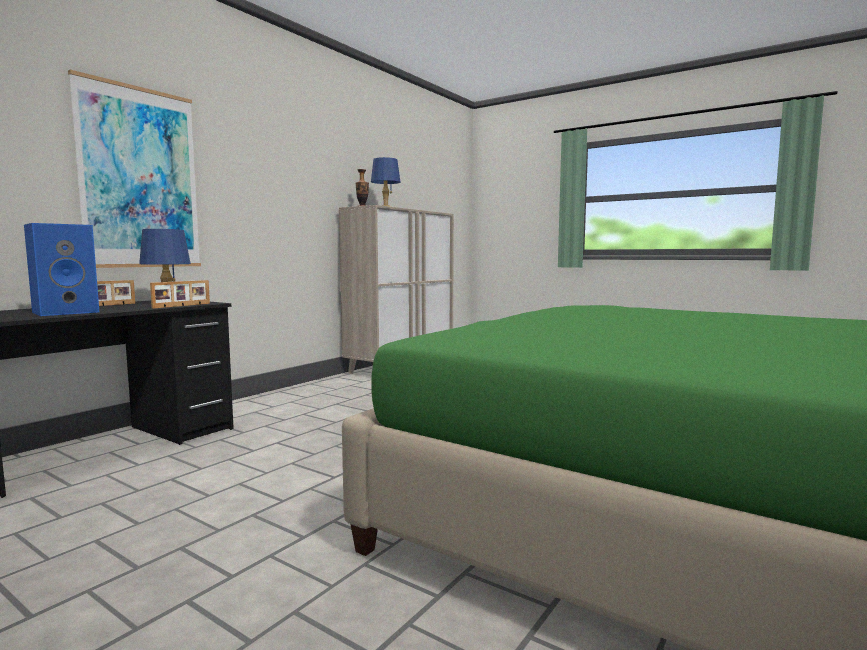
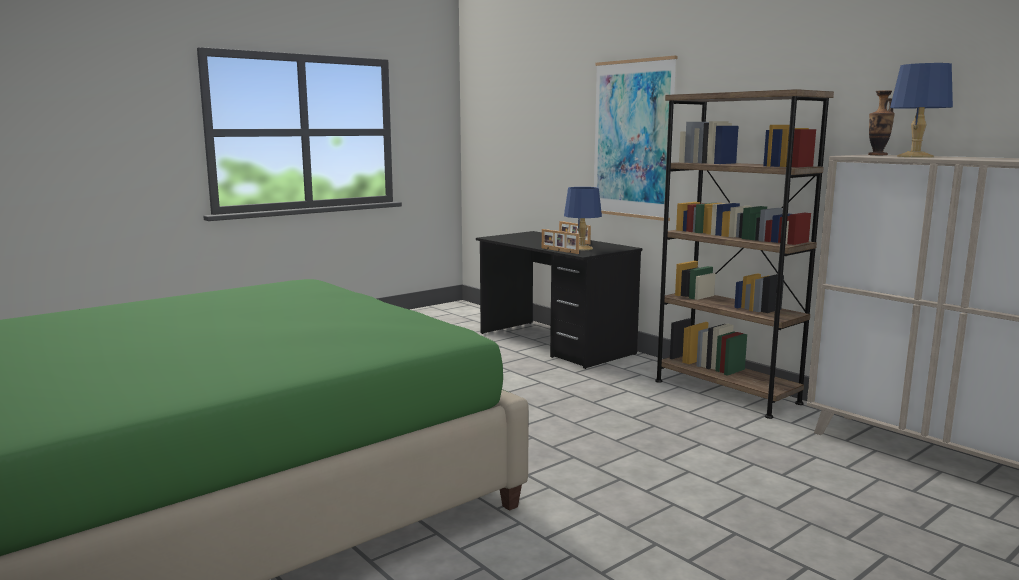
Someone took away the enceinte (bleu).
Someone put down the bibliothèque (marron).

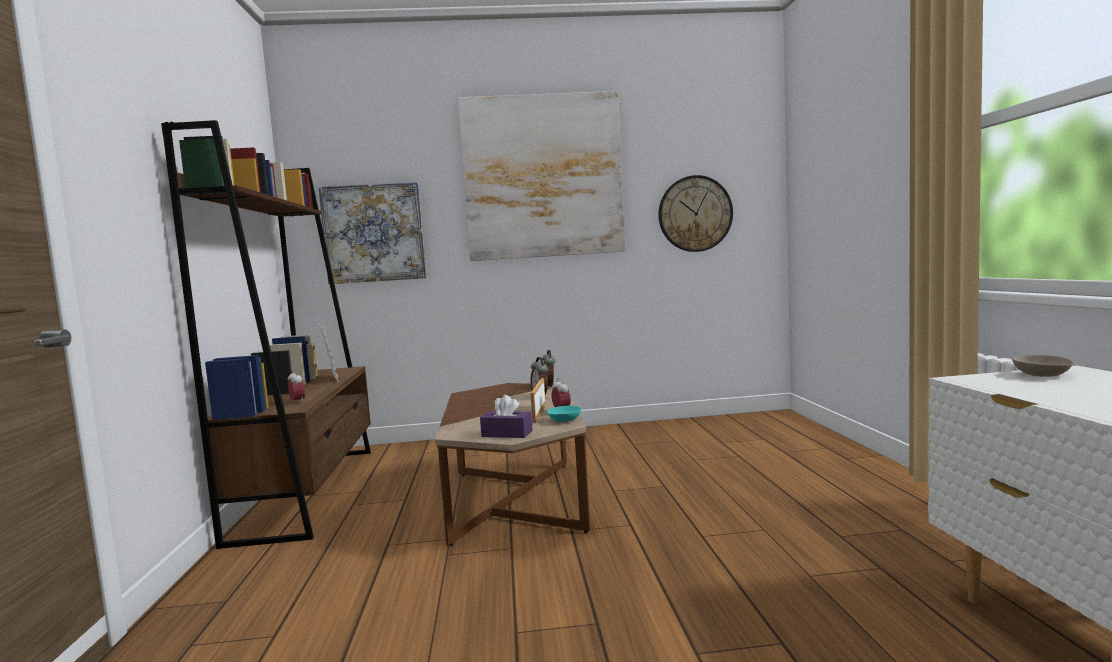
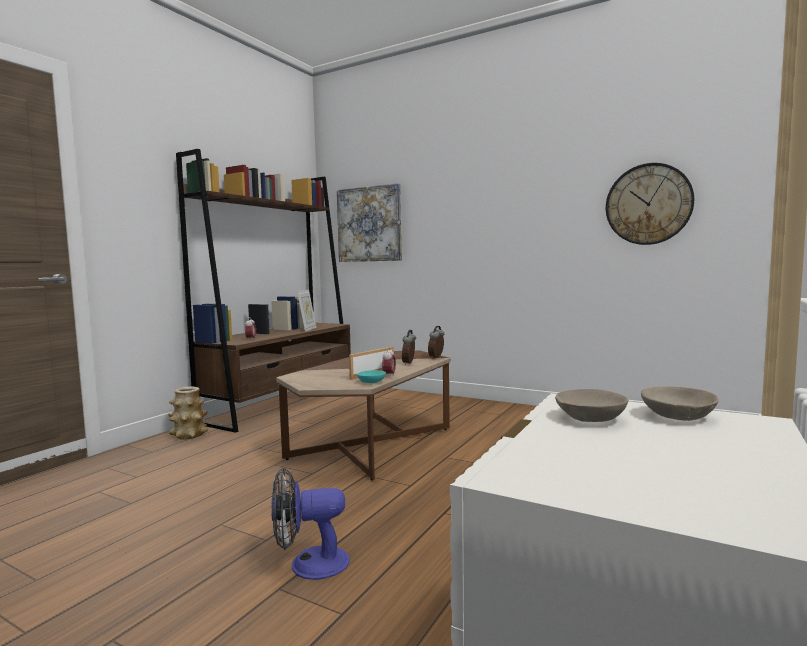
Someone took away the tableau (2nd from left).
Someone took away the boîte à mouchoirs (violet).
Someone put down the vase.
Someone put down the ventilateur.
Someone put down the bol (beige) (1st from left).

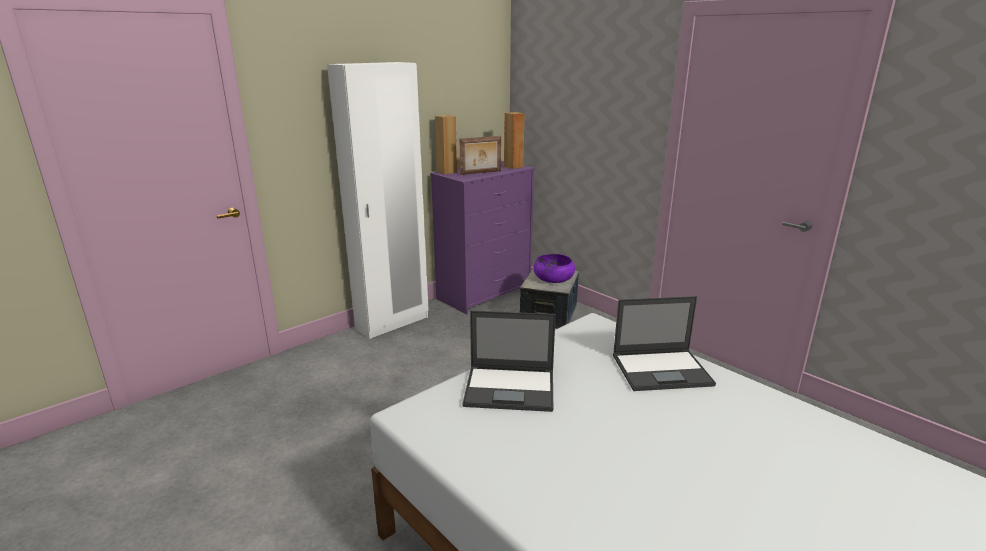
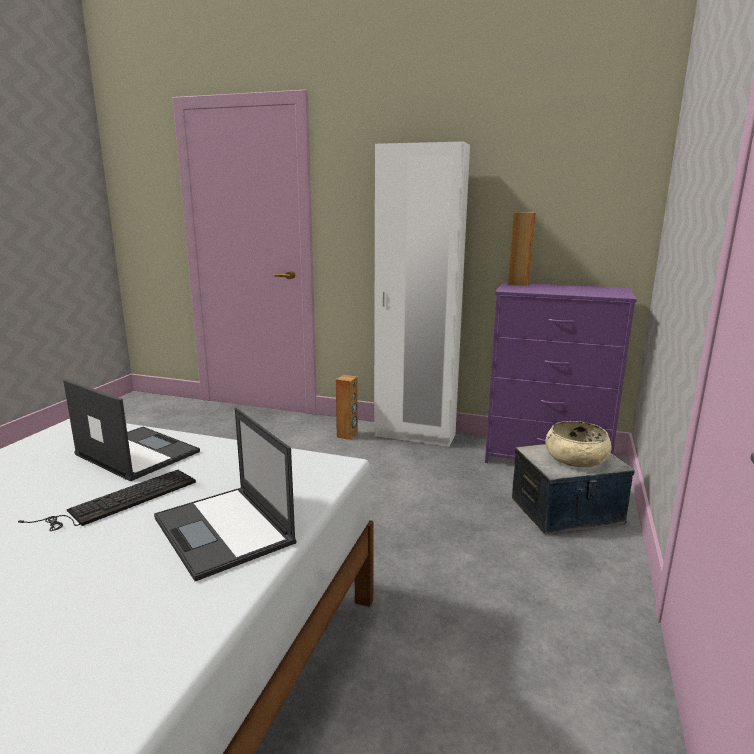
Someone took away the cadre photo.
Someone rotated the ordinateur portable (1st from left) by 150 degrees clockwise.
Someone carried the enceinte (marron) (2nd from left in the first image).
Someone repainted the bol (violet), which became the bol (beige).
Someone put down the clavier.

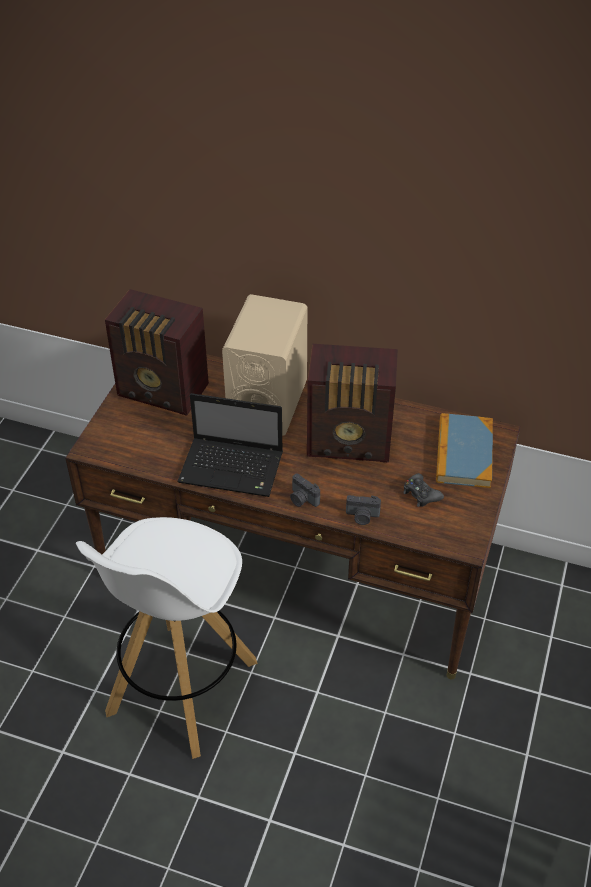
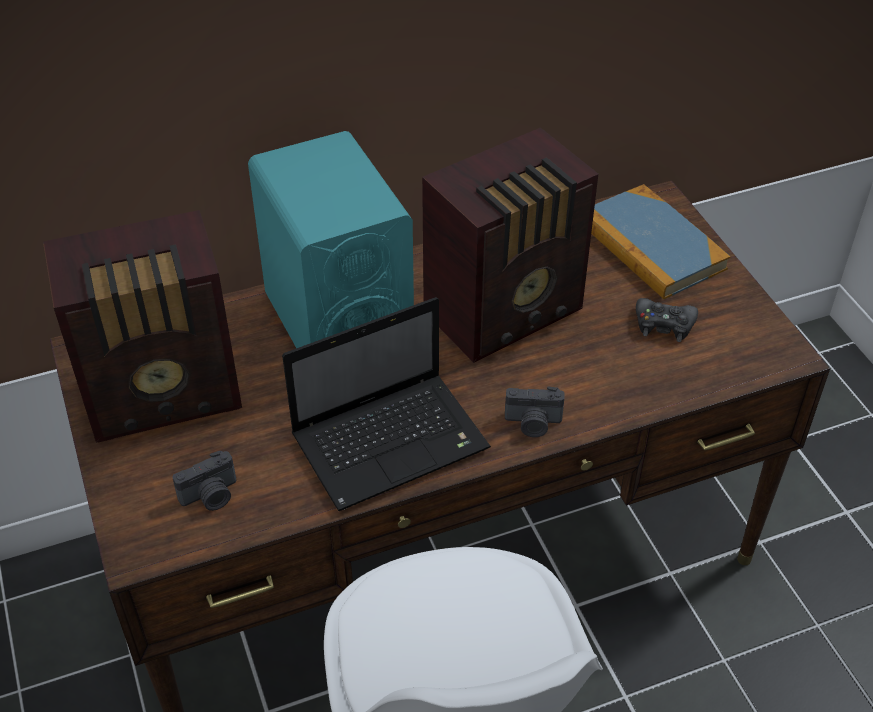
Someone repainted the enceinte (beige), which became the enceinte (turquoise).
Someone carried the appareil photo (2nd from left in the first image).

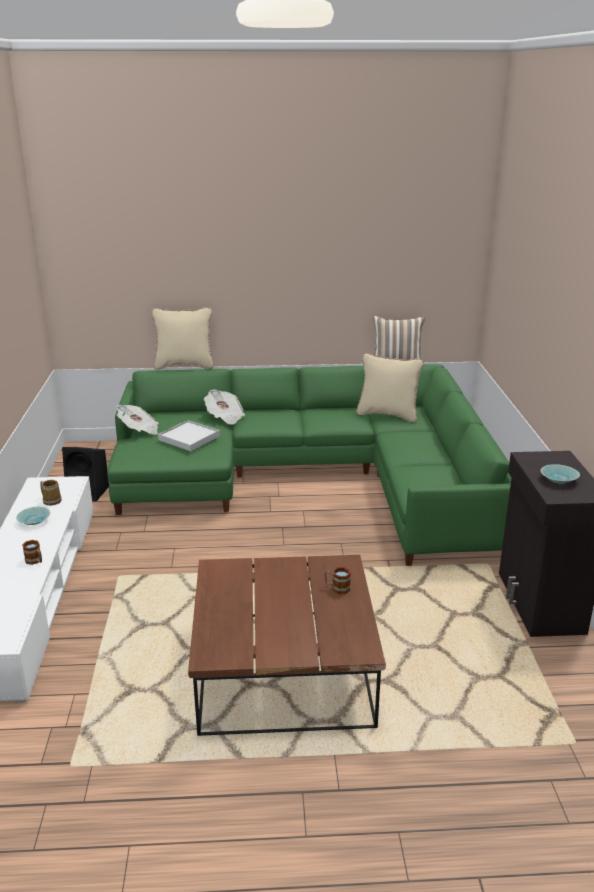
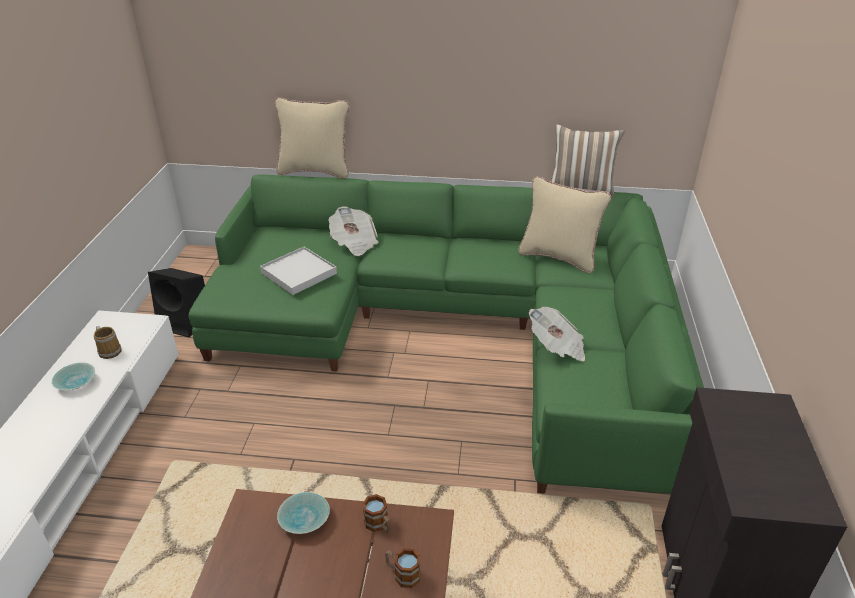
Someone carried the mug (1st from left in the first image).
Someone carried the journal (1st from left in the first image).
Someone carried the bol (turquoise) (2nd from left).

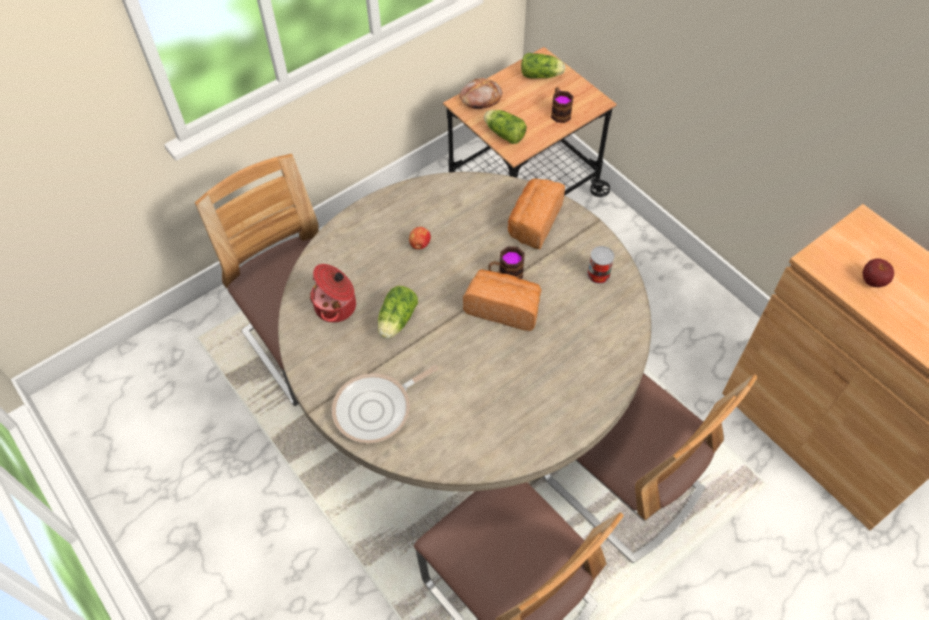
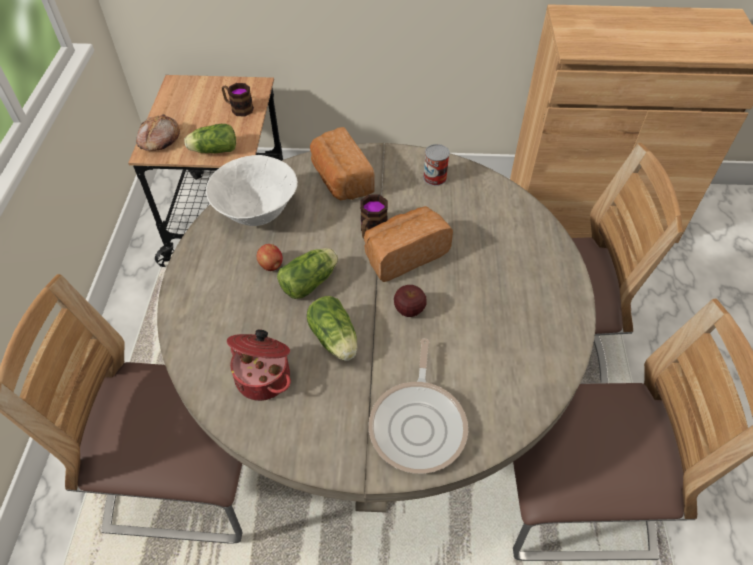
Someone carried the laitue (3rd from left in the first image).
Someone carried the pomme (2nd from left).
Someone put down the bol (blanc).

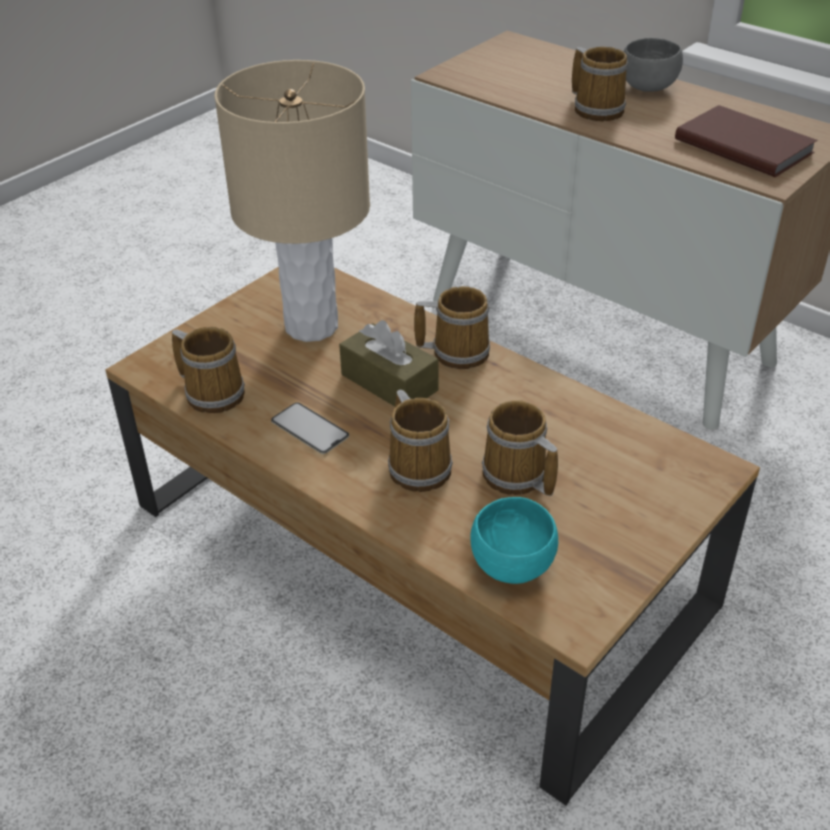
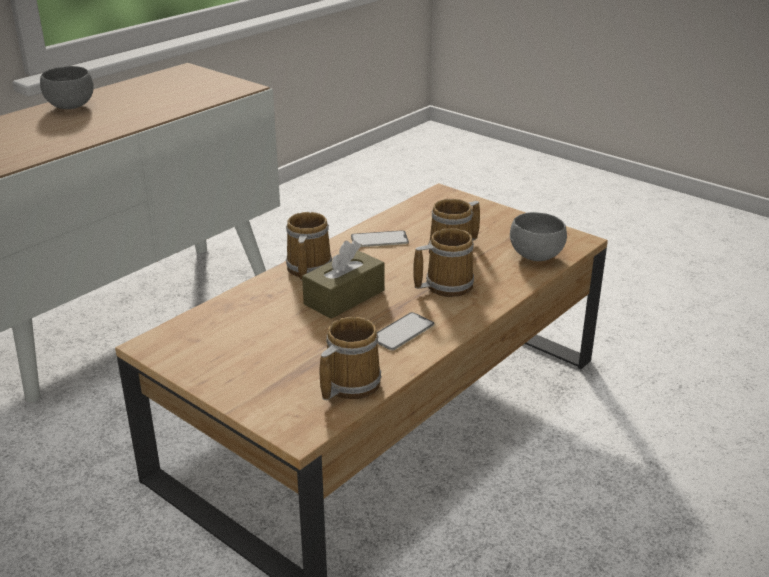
Someone took away the lampe de table (beige).
Someone repainted the bol (turquoise), which became the bol (gris) (2nd from left).
Someone took away the mug (5th from left).
Someone took away the livre (marron).
Someone put down the téléphone (1st from left).

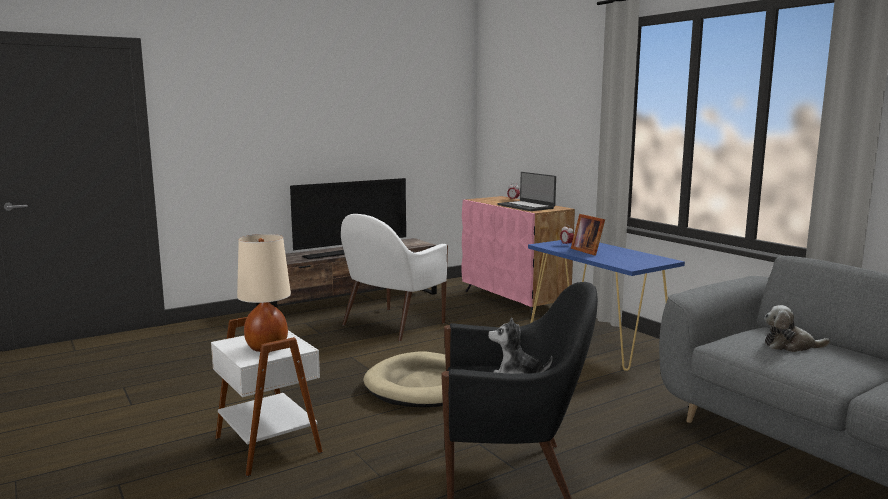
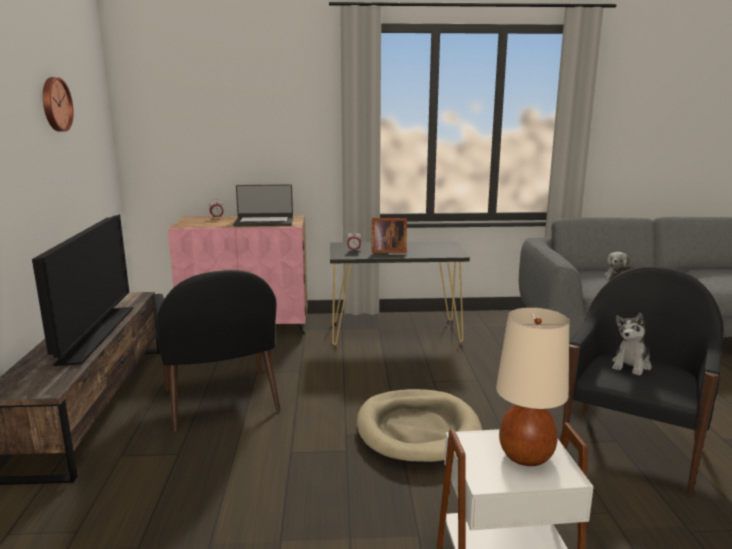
Someone repainted the fauteuil (blanc), which became the fauteuil (noir) (1st from left).
Someone repainted the table console (bleu), which became the table console (noir).
Someone put up the horloge murale.

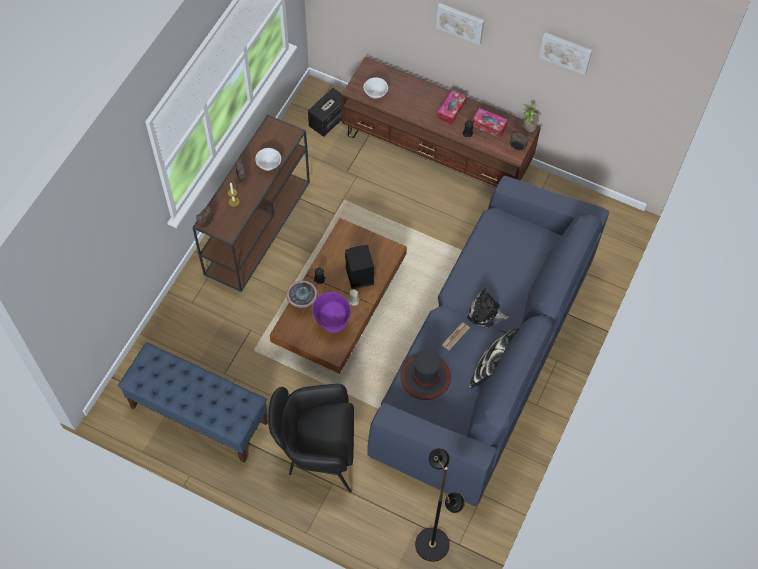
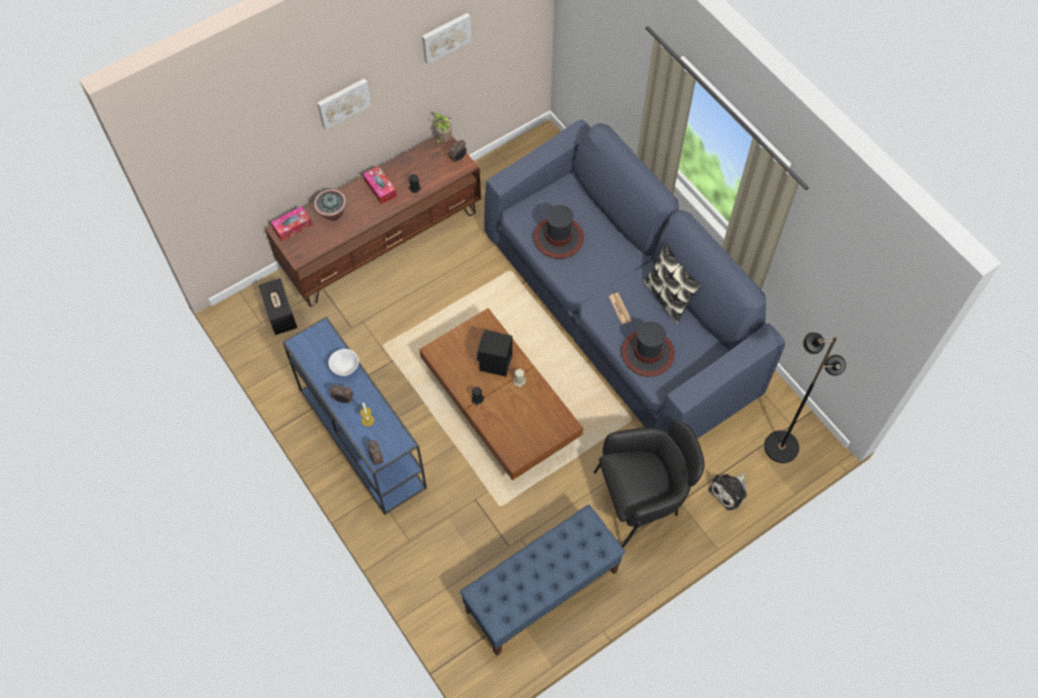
Someone repainted the table console (marron), which became the table console (bleu).
Someone rotated the fauteuil (noir) by 135 degrees counterclockwise.
Someone carried the plante en pot (1st from left).
Someone took away the bol (violet).
Someone took away the bol (blanc) (2nd from left).
Someone carried the peluche.
Someone carried the boîte à mouchoirs (2nd from left in the first image).
Someone put down the chapeau (1st from left).

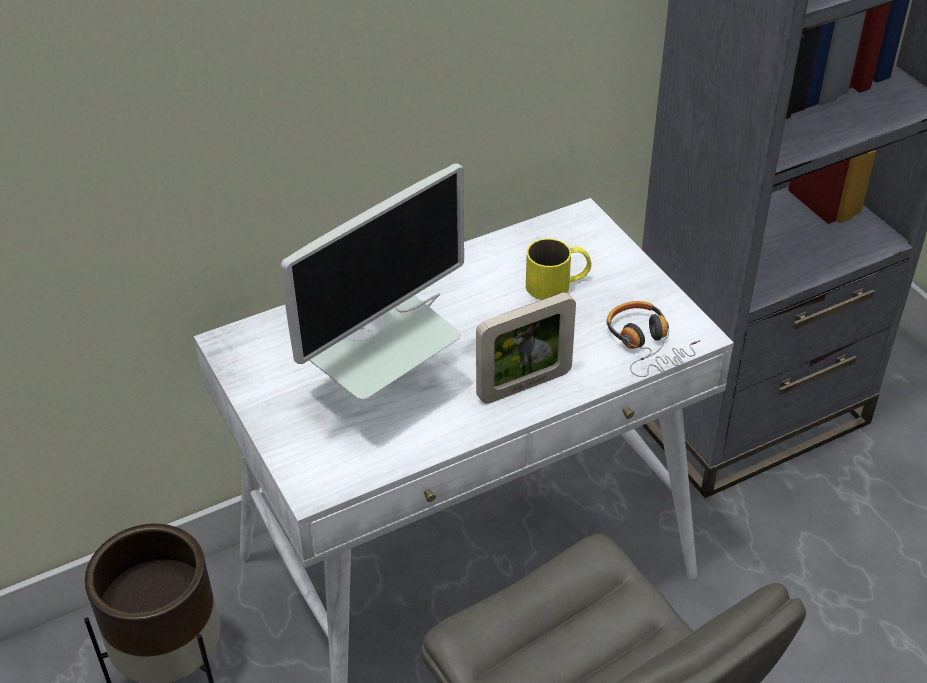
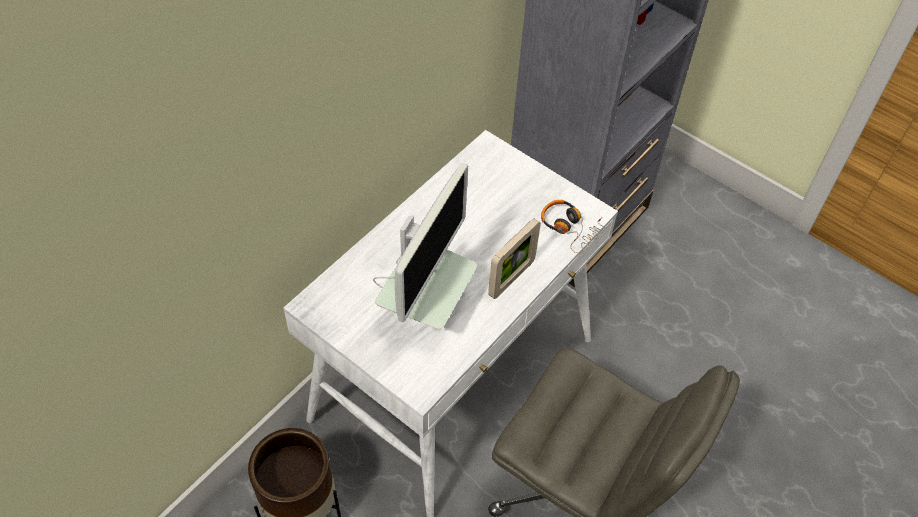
Someone took away the mug (jaune).

